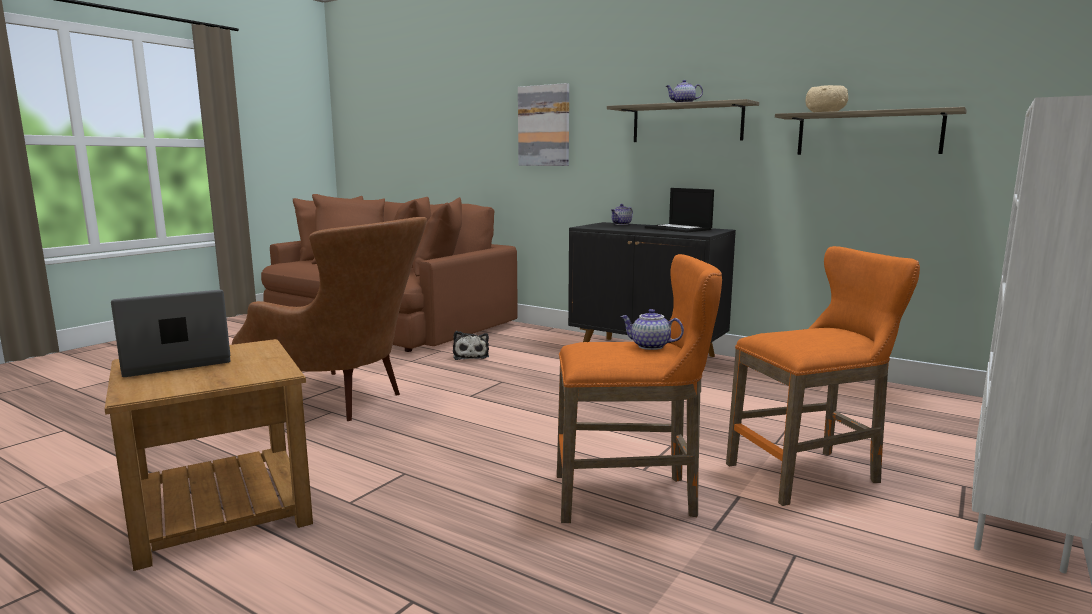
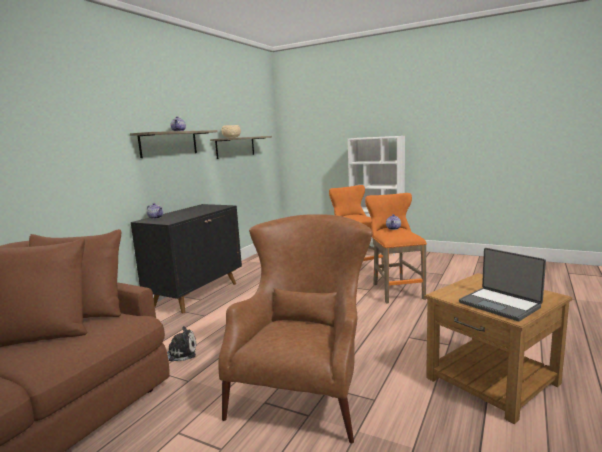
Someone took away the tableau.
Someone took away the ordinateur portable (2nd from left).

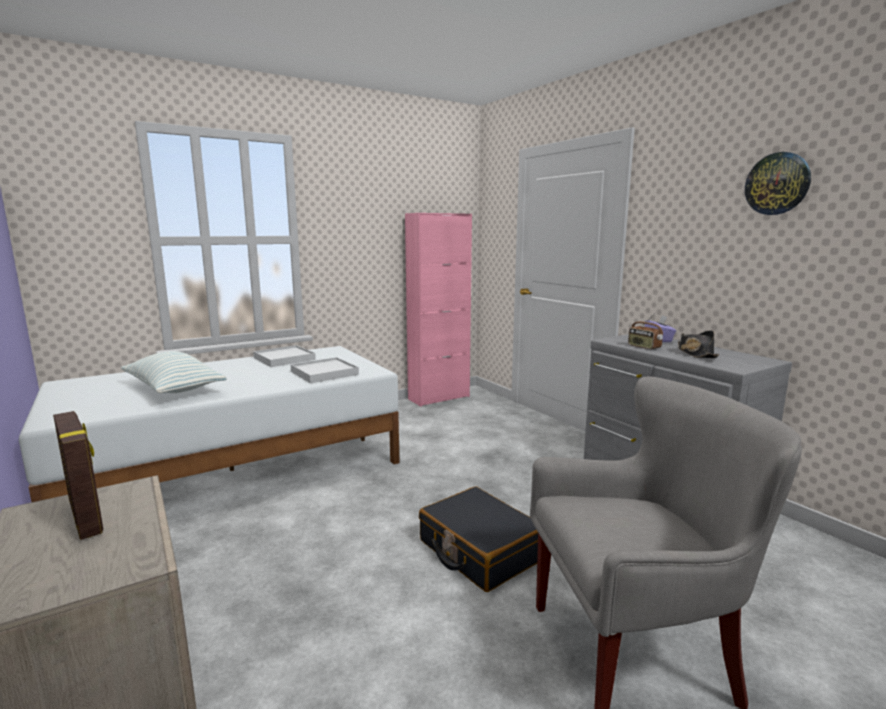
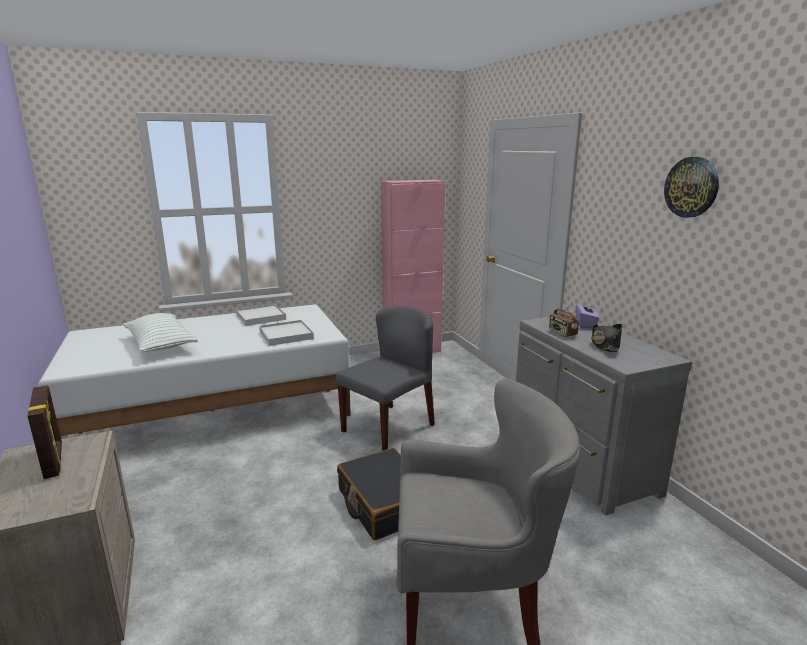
Someone put down the chaise (gris).

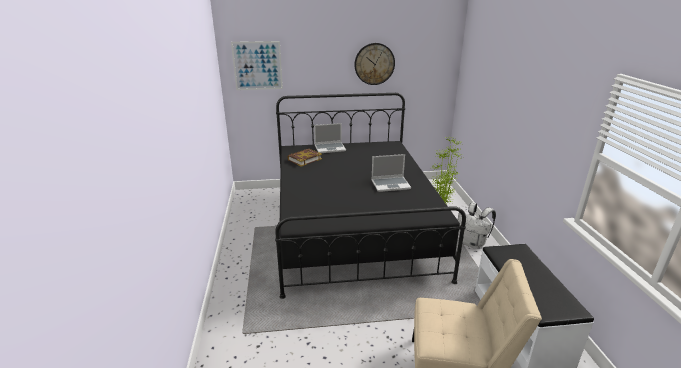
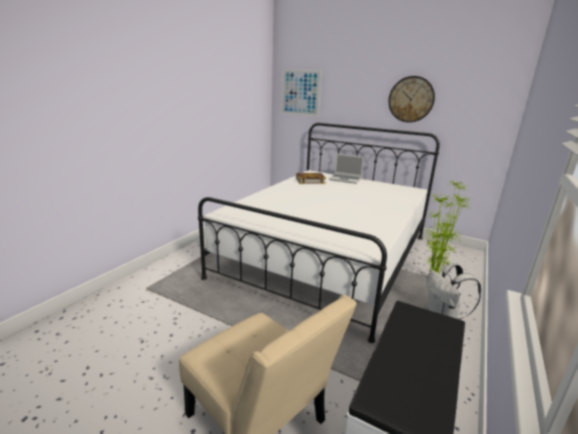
Someone repainted the lit (noir), which became the lit (blanc).
Someone took away the ordinateur portable (2nd from left).

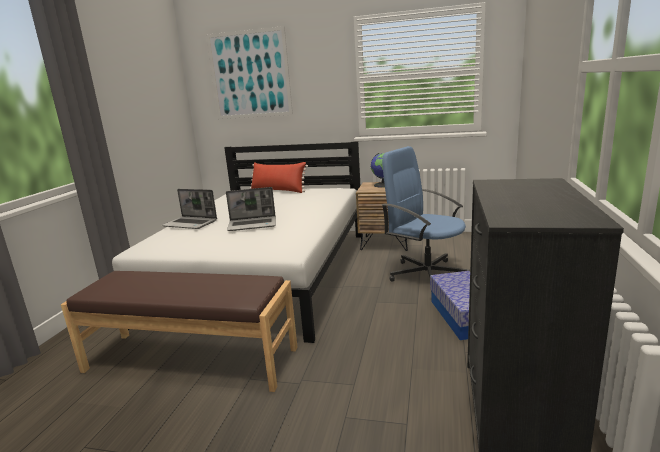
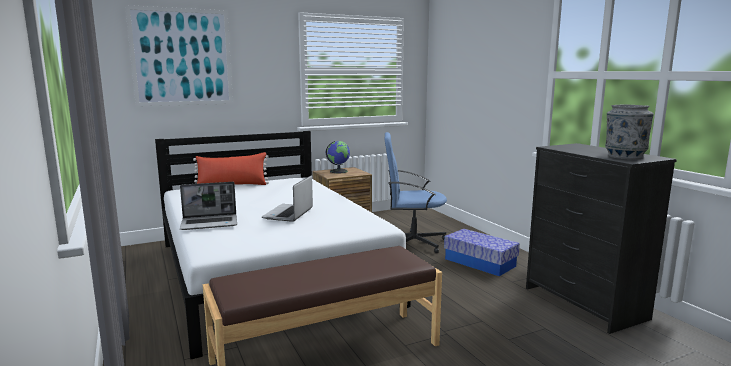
Someone rotated the ordinateur portable (2nd from left) by 150 degrees clockwise.
Someone put down the vase (gris).

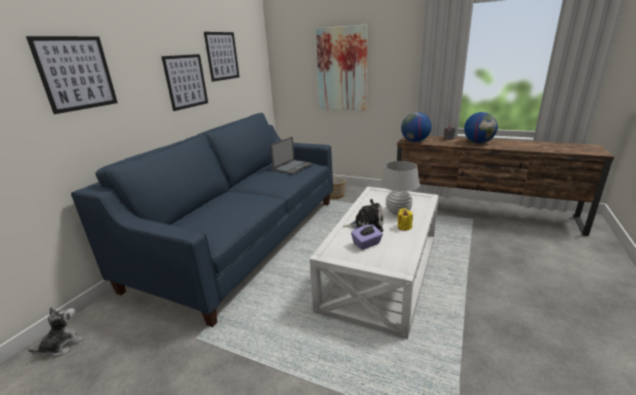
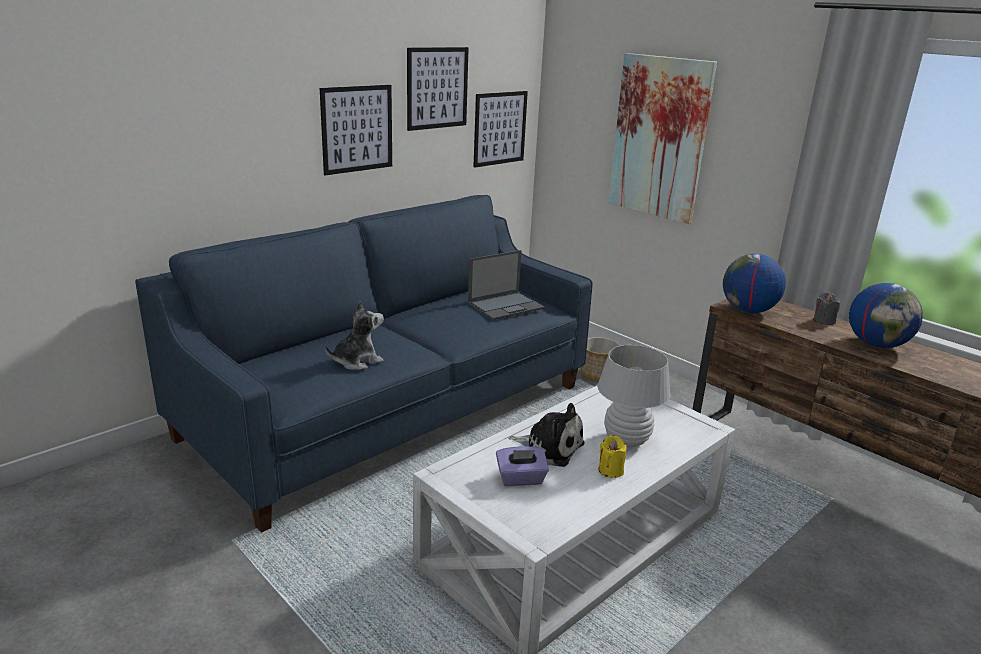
Someone carried the tableau (1st from left in the first image).
Someone carried the peluche (1st from left).

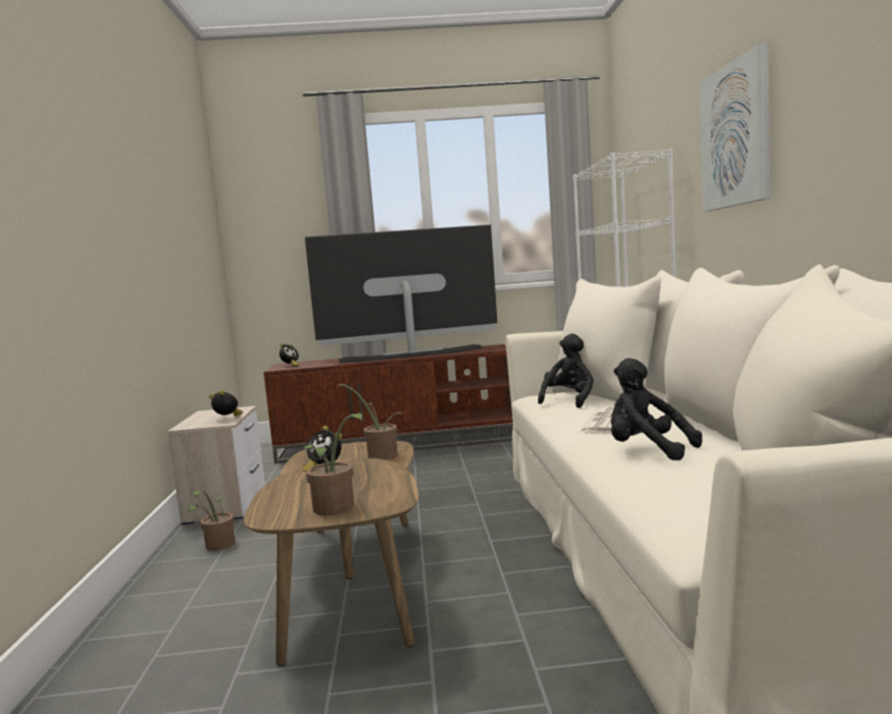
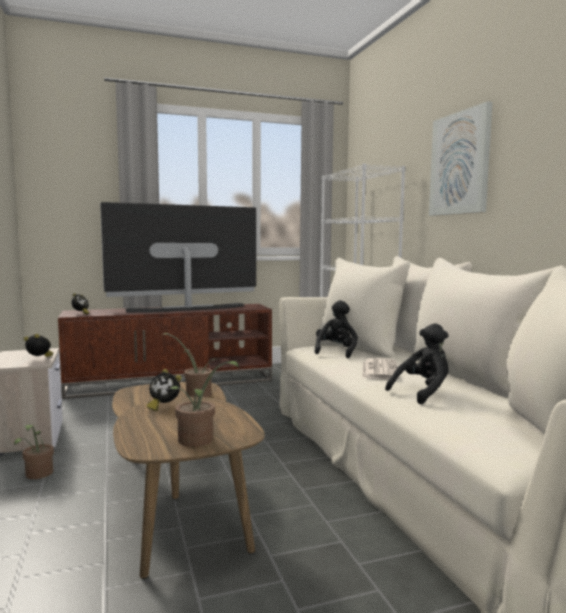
Someone rotated the peluche (noir) (2nd from left) by 120 degrees clockwise.

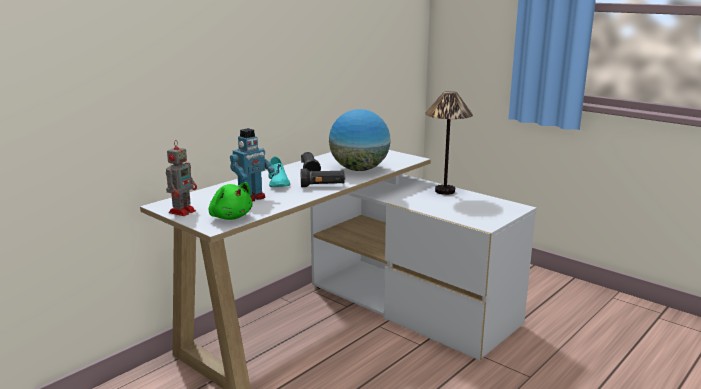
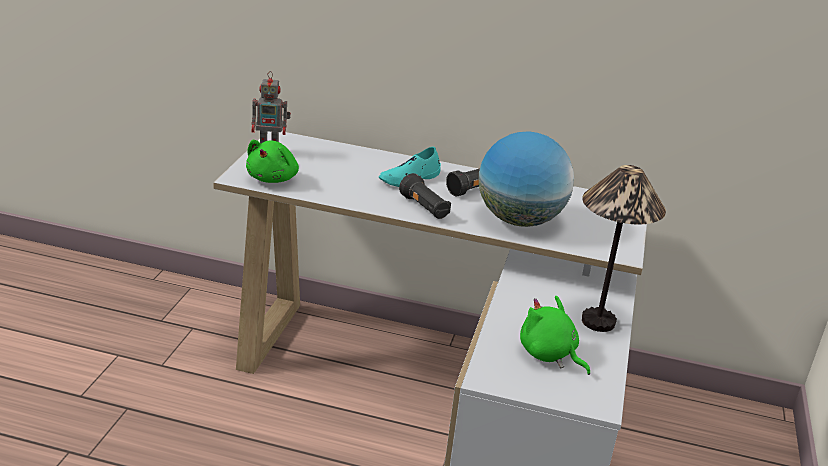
Someone took away the robot jouet (2nd from left).
Someone put down the peluche (vert) (2nd from left).

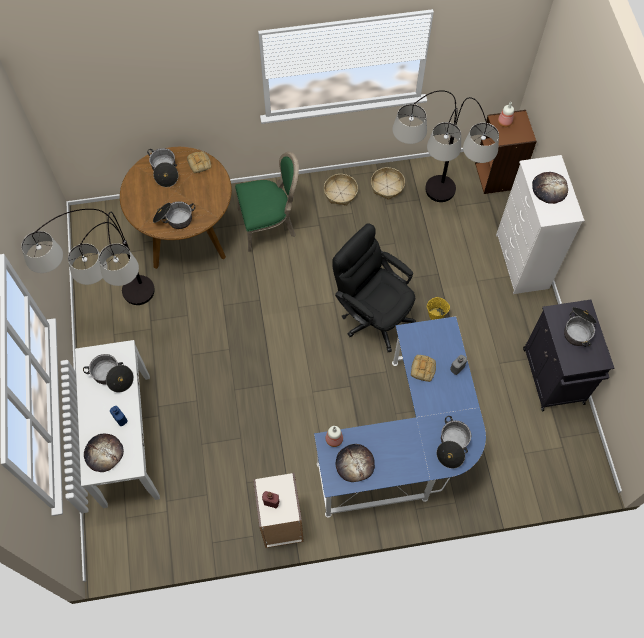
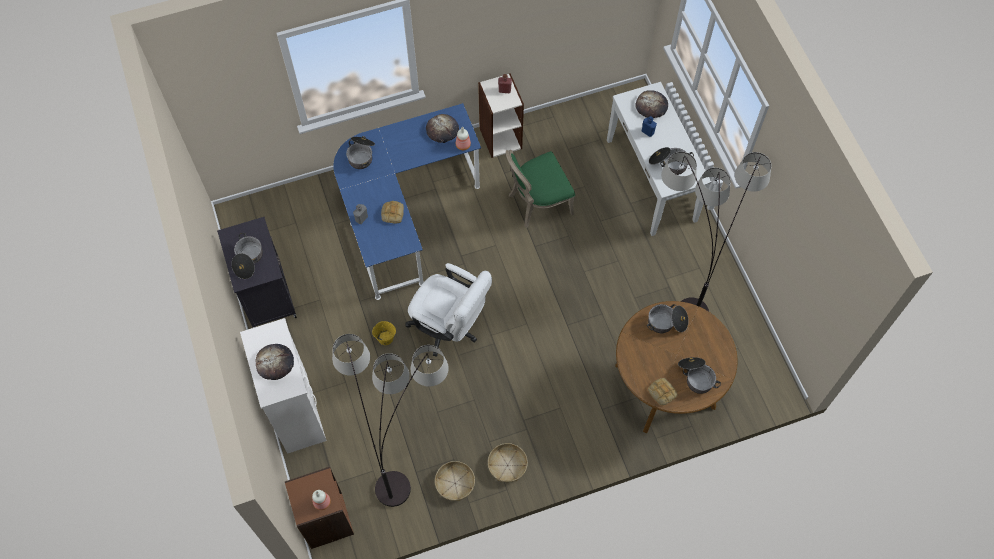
Someone carried the chaise (vert).
Someone repainted the chaise de bureau (noir), which became the chaise de bureau (blanc).

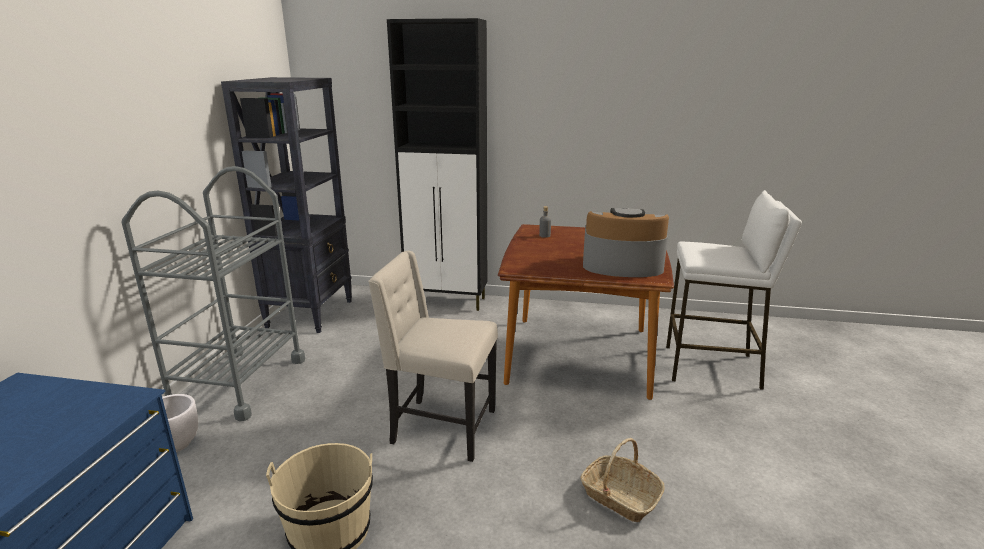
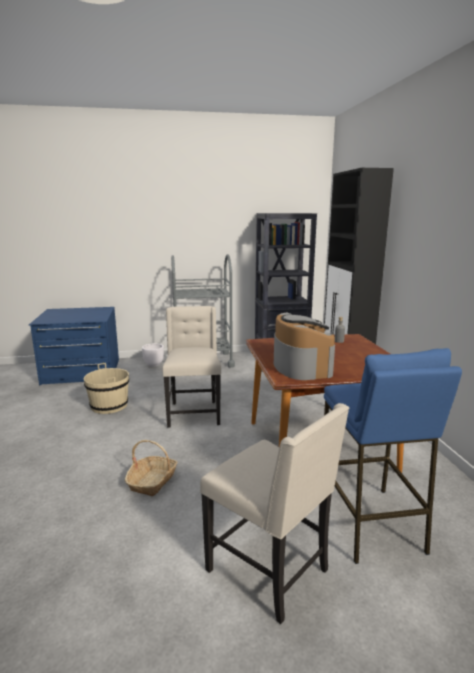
Someone repainted the tabouret (blanc), which became the tabouret (bleu).
Someone put down the chaise (beige) (2nd from left).

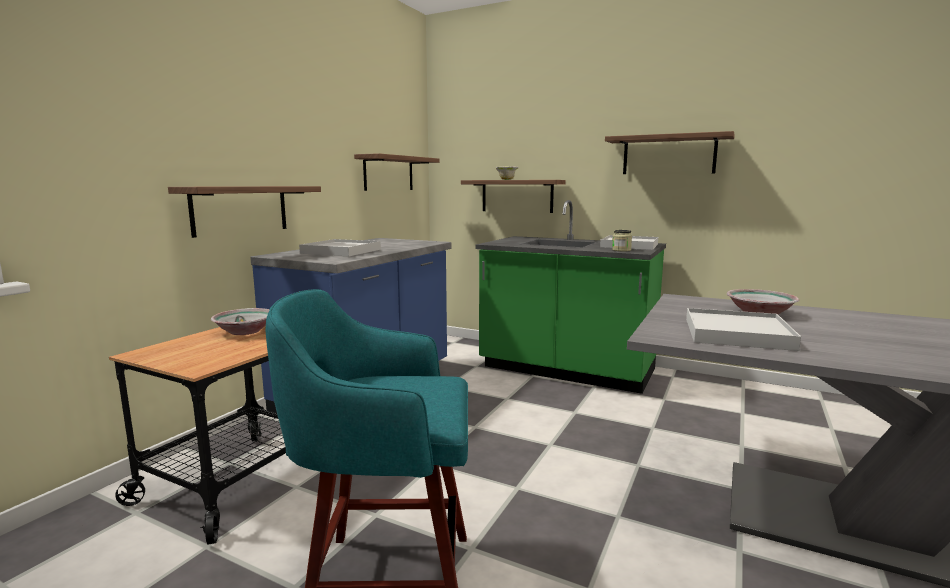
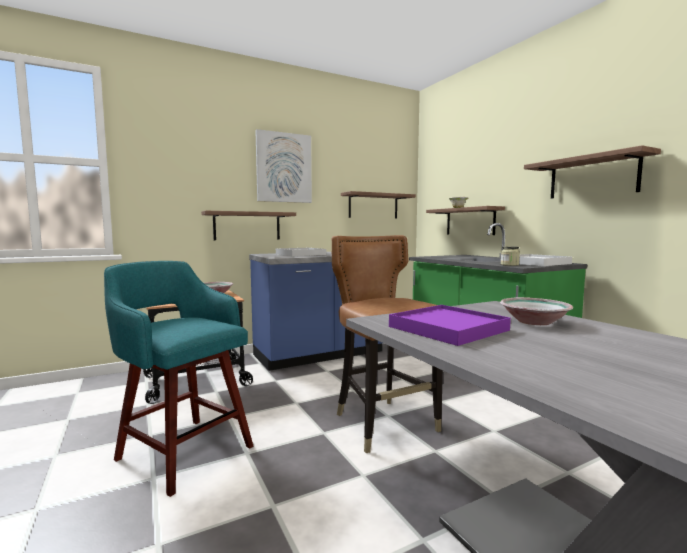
Someone repainted the plateau (blanc) (3rd from left), which became the plateau (violet).
Someone put up the tableau.
Someone put down the chaise (marron).

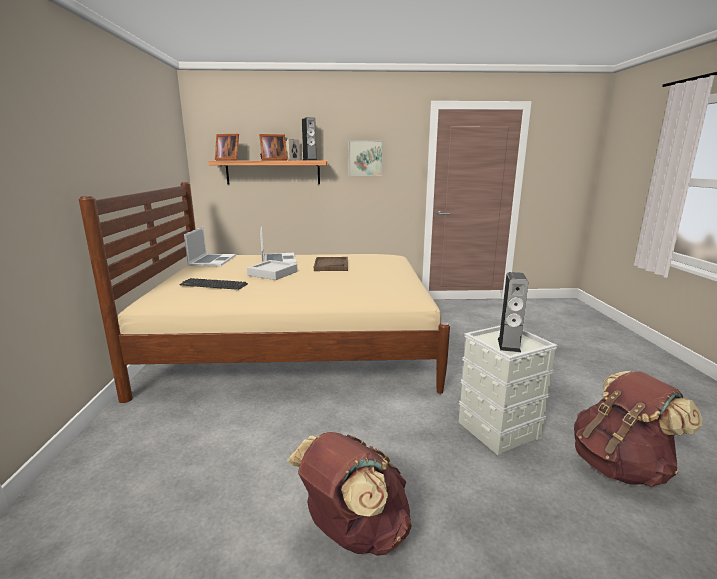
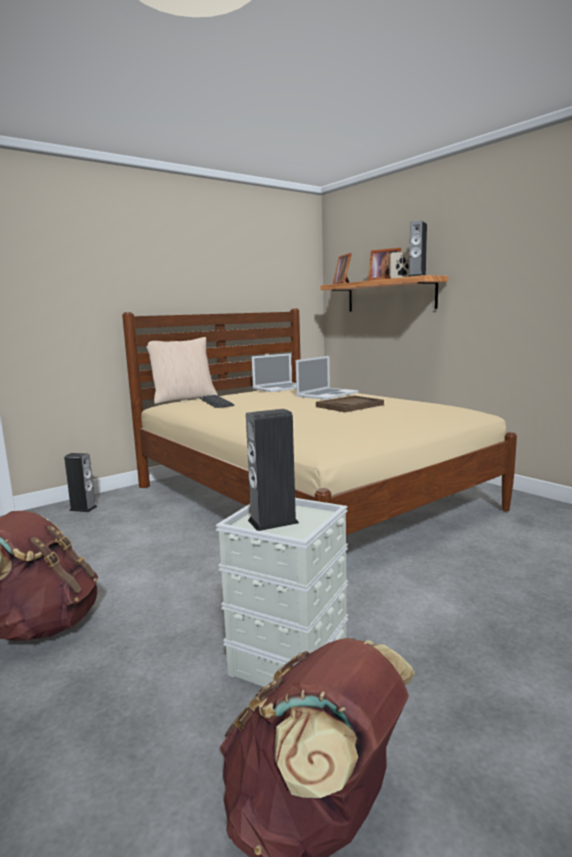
Someone took away the plateau (gris).
Someone took away the tableau.
Someone put down the enceinte (1st from left).
Someone put down the coussin (beige).

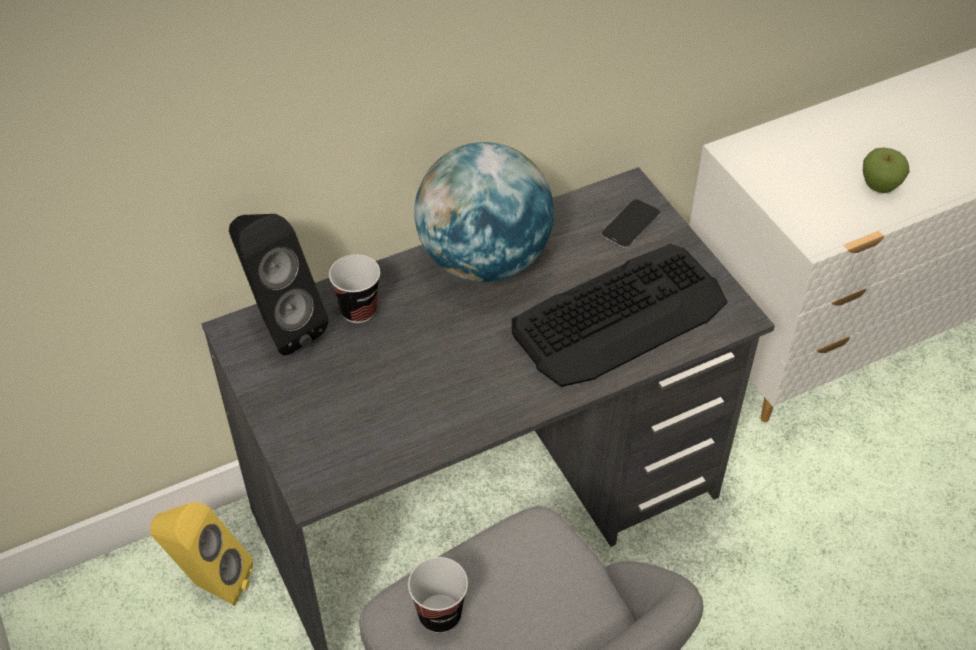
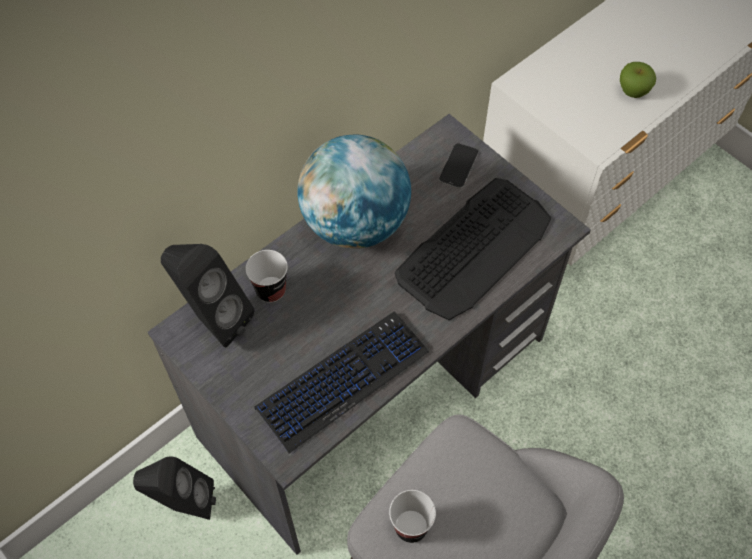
Someone repainted the enceinte (jaune), which became the enceinte (noir) (1st from left).
Someone put down the clavier (1st from left).

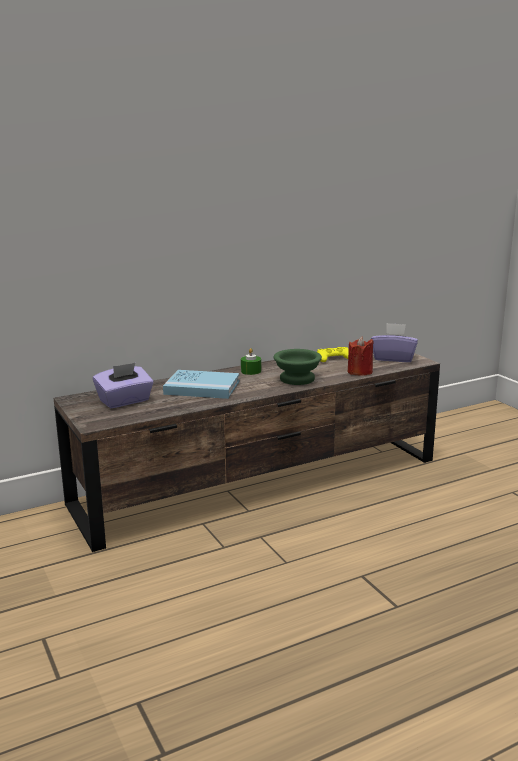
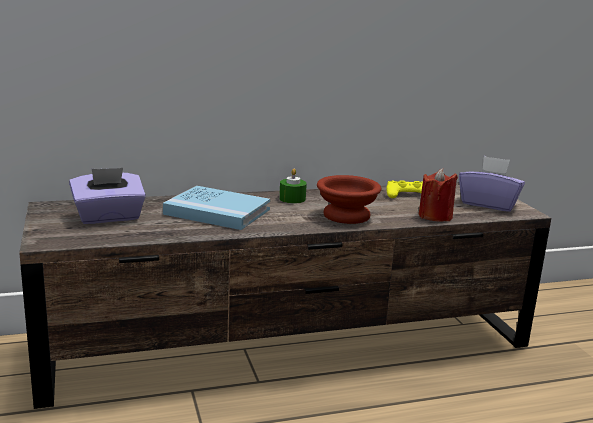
Someone repainted the bol (vert), which became the bol (marron).

